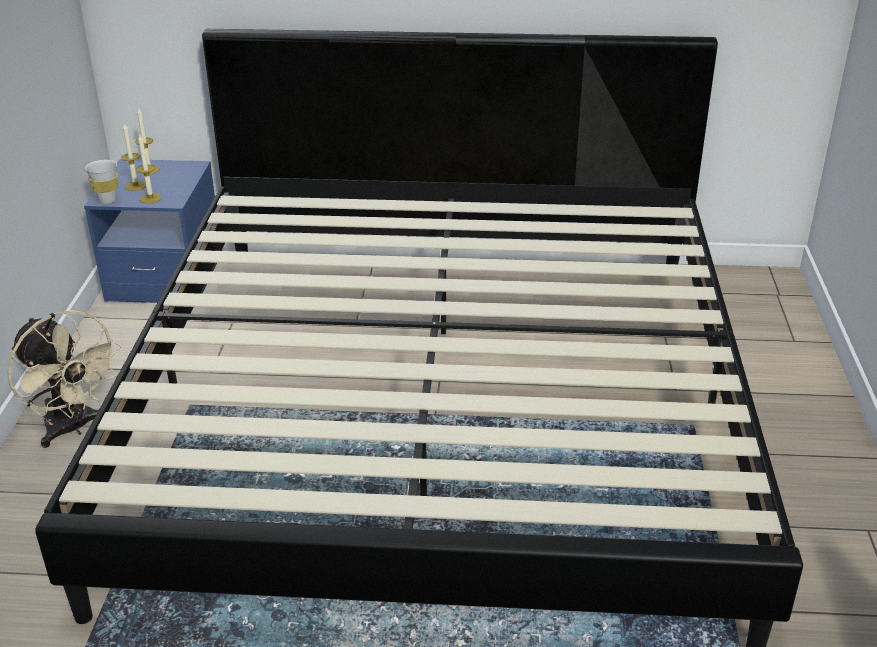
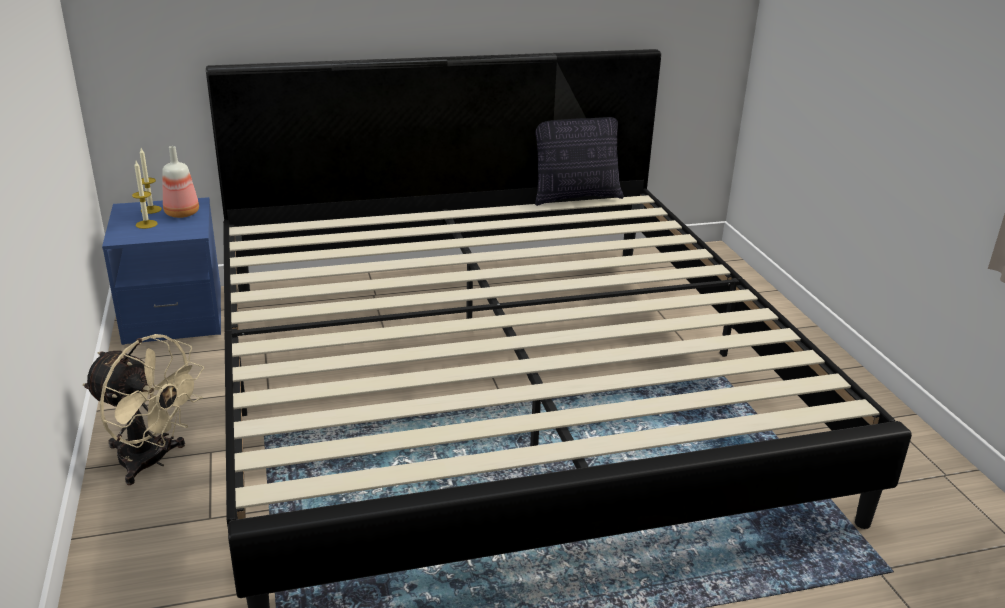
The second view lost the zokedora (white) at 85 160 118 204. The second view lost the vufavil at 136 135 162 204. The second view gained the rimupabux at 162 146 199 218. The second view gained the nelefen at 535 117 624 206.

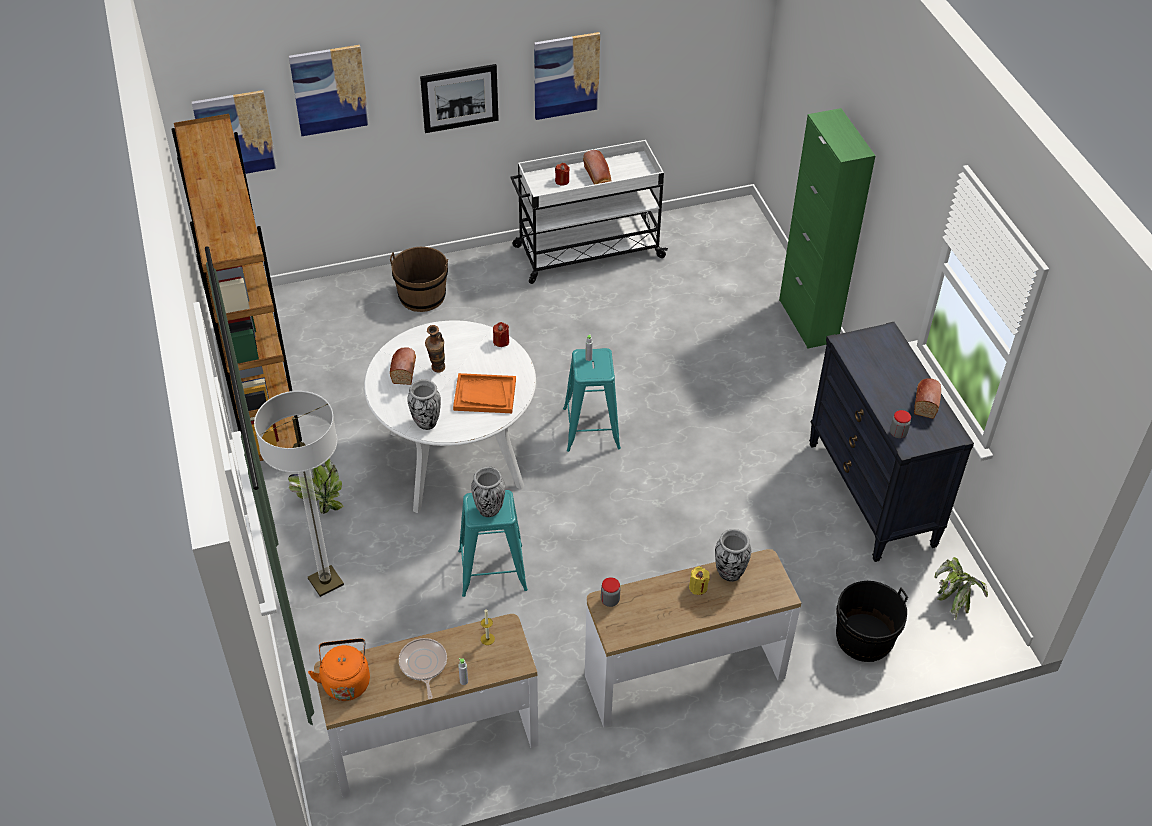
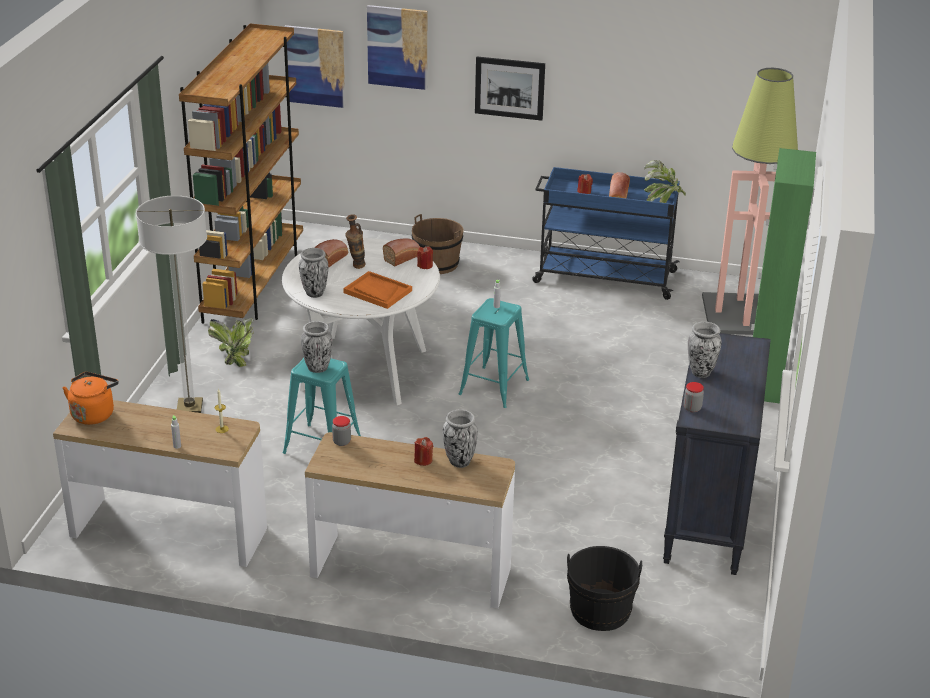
The second view lost the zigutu at 399 638 447 699. What was the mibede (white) at 511 140 668 284 turned into the mibede (blue) at 532 167 680 300. The second view lost the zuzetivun at 534 32 600 120. What was the vufavil (yellow) at 689 567 710 595 turned into the vufavil (red) at 414 437 433 466. The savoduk ended up elsewhere, having gone from 914 378 941 419 to 383 238 420 266. The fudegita ended up elsewhere, having gone from 935 557 988 620 to 644 160 686 203. The second view gained the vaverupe at 688 322 721 378. The second view gained the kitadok at 702 68 798 335.

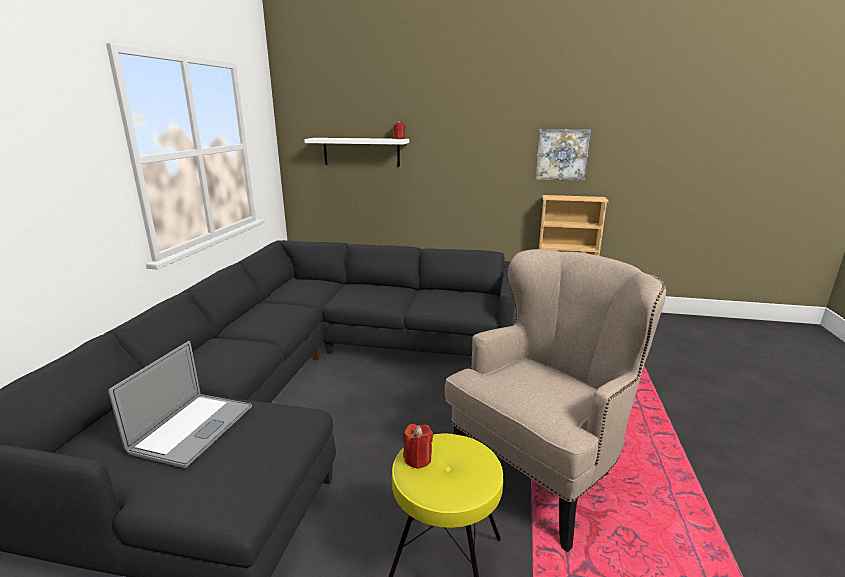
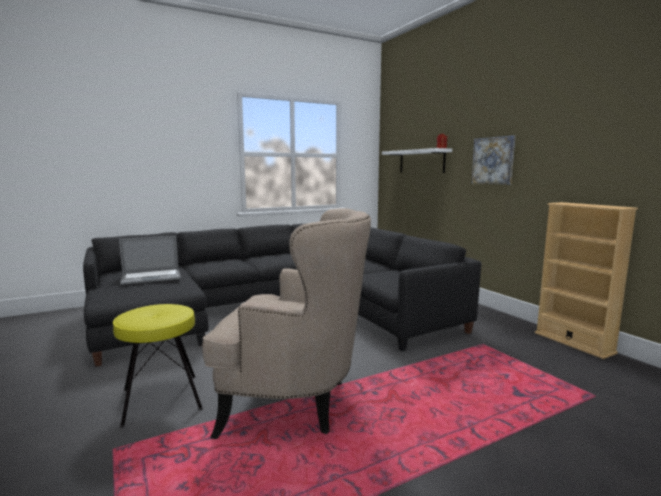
The second view lost the vufavil (red) at 403 424 433 469. The zuzetivun ended up elsewhere, having gone from 535 129 591 181 to 472 135 515 185.

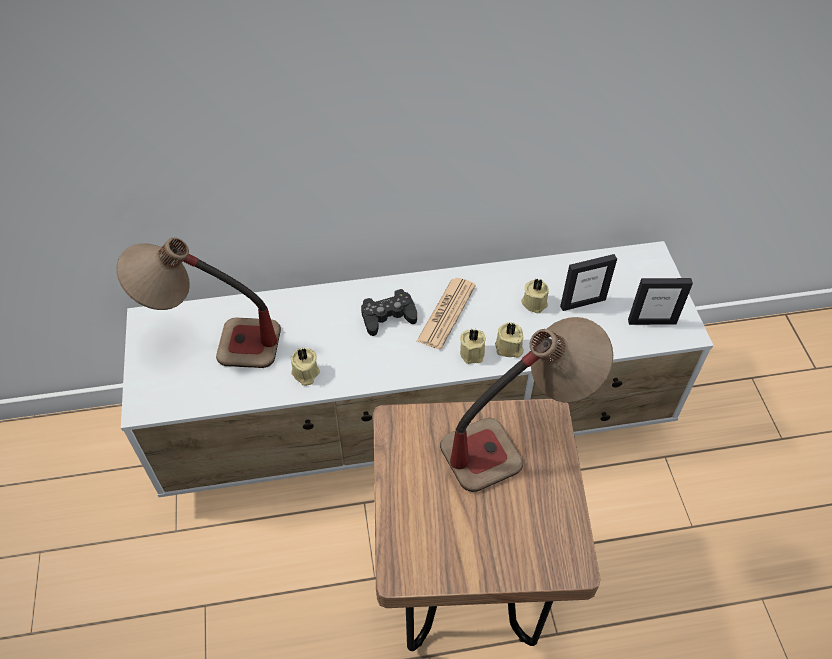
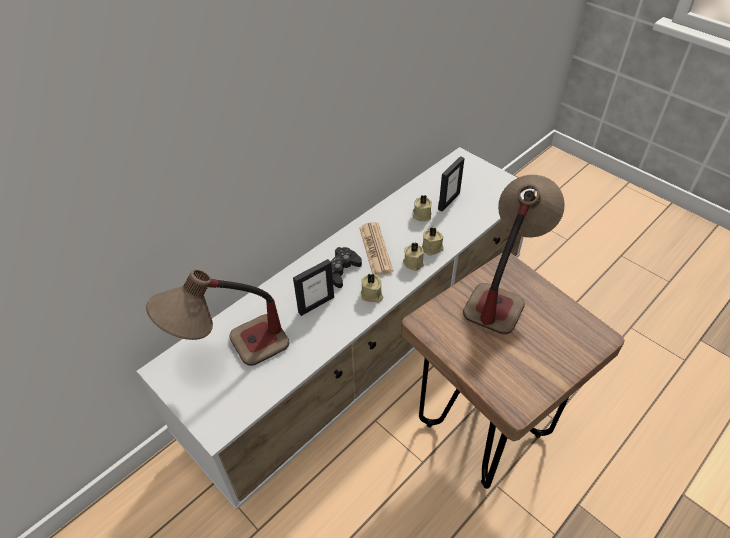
The vufavil (beige) ended up elsewhere, having gone from 291 348 320 386 to 361 273 383 303. The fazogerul ended up elsewhere, having gone from 628 278 693 325 to 293 259 334 316.

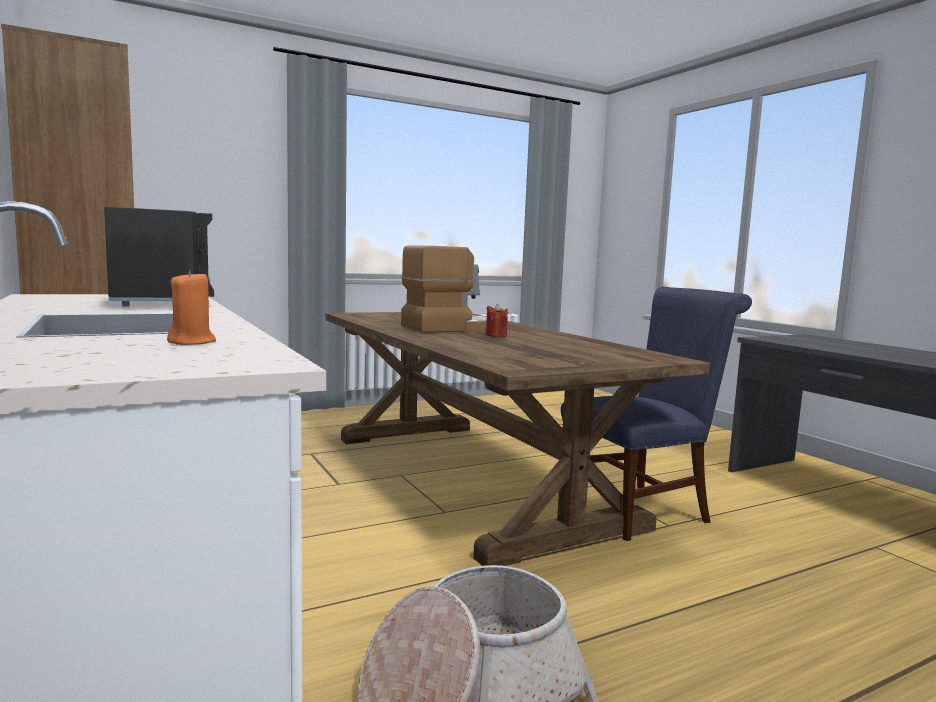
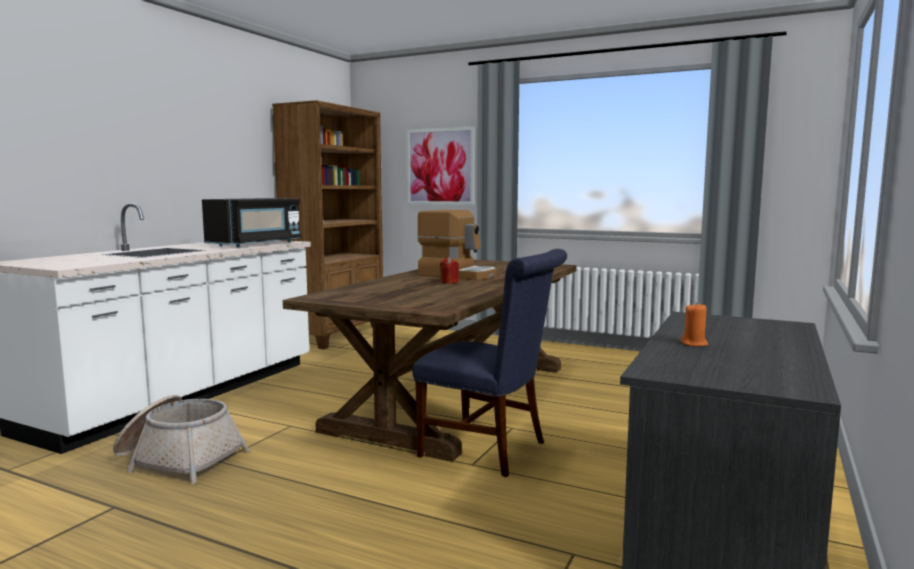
The vufavil (orange) ended up elsewhere, having gone from 167 270 216 345 to 681 302 708 346. The second view gained the zuzetivun at 406 127 475 205.

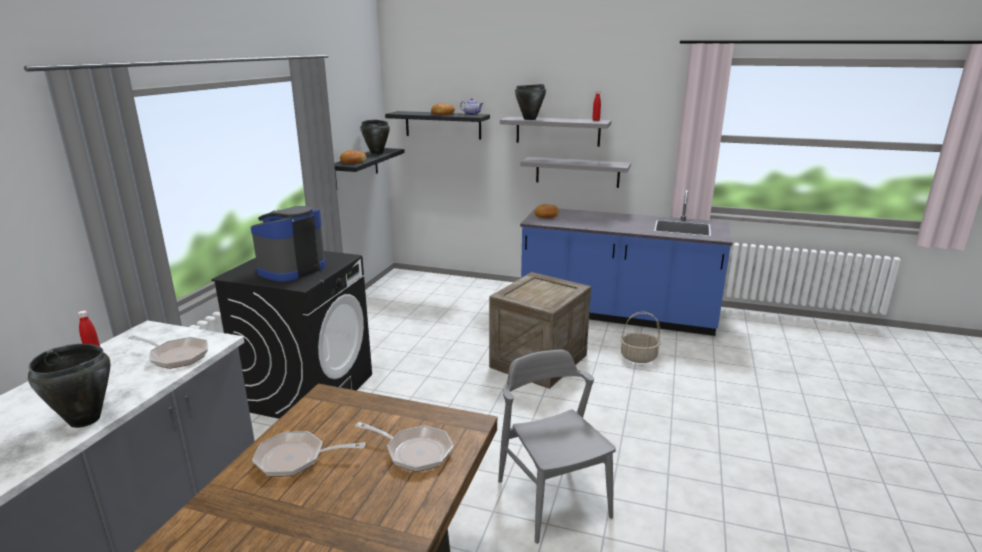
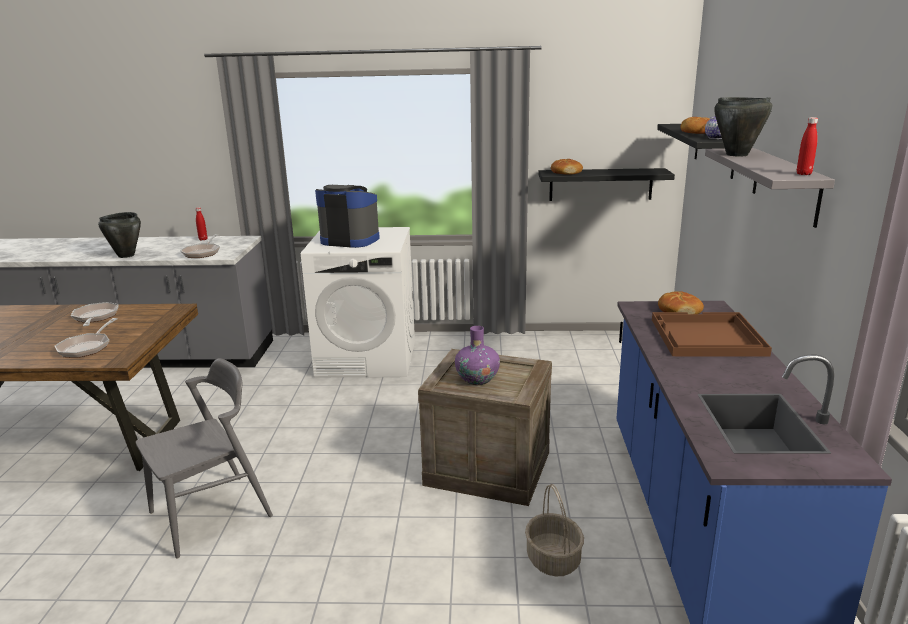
What was the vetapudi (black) at 211 251 372 419 turned into the vetapudi (white) at 301 227 415 377. The second view lost the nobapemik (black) at 360 120 390 155. The second view lost the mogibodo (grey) at 521 157 631 188. The second view gained the vaverupe (purple) at 455 326 500 385. The second view gained the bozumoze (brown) at 652 312 772 357.

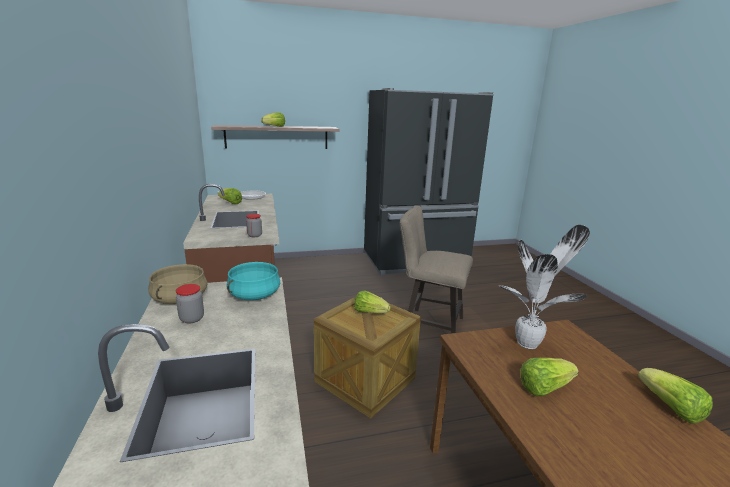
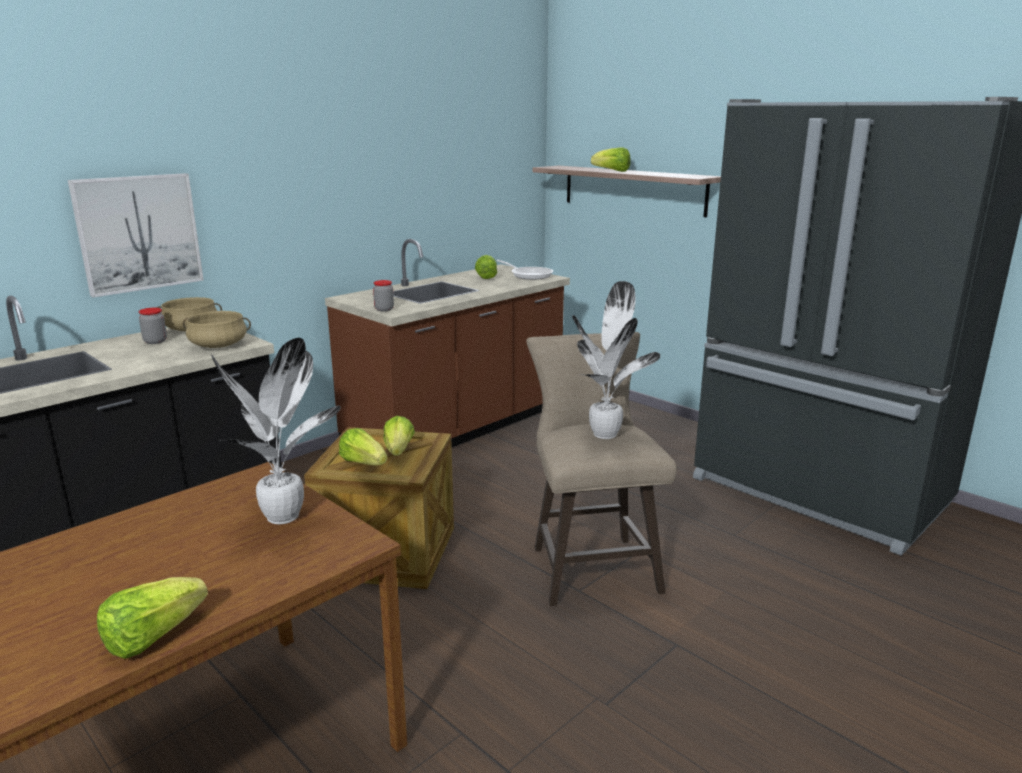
What was the nobapemik (turquoise) at 226 262 280 300 turned into the nobapemik (beige) at 183 311 251 348. The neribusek ended up elsewhere, having gone from 521 358 579 396 to 339 428 387 465. The second view gained the zuzetivun at 68 173 204 298. The second view gained the fudegita at 572 281 660 439.

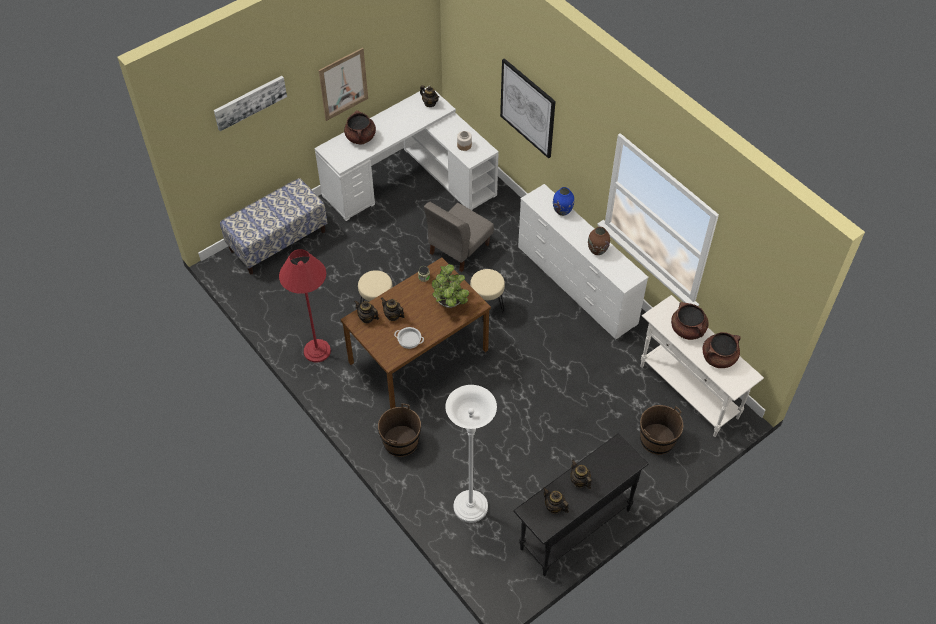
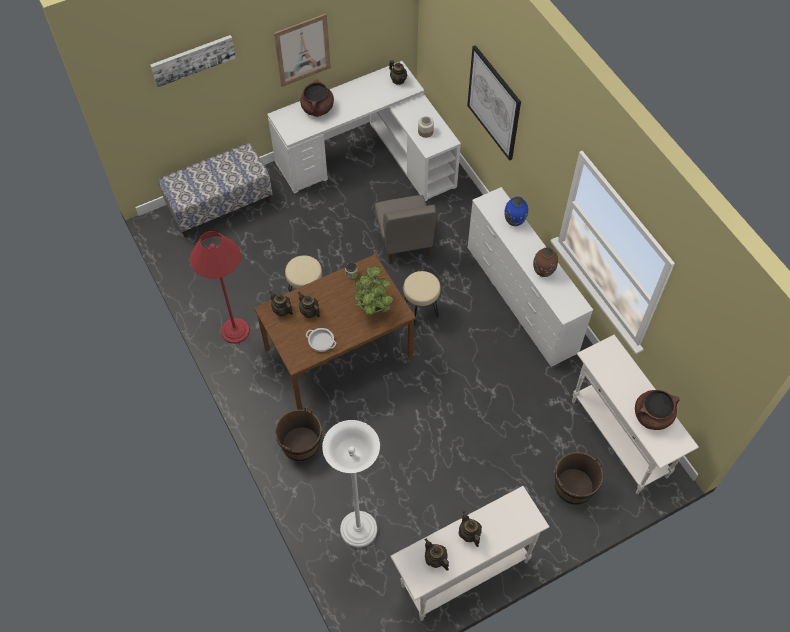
The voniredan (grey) at 424 202 494 272 ended up facing another way, 60 degrees counterclockwise from before. What was the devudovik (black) at 513 433 649 576 turned into the devudovik (white) at 390 486 550 621. The second view lost the nobapemik (brown) at 671 302 709 340.

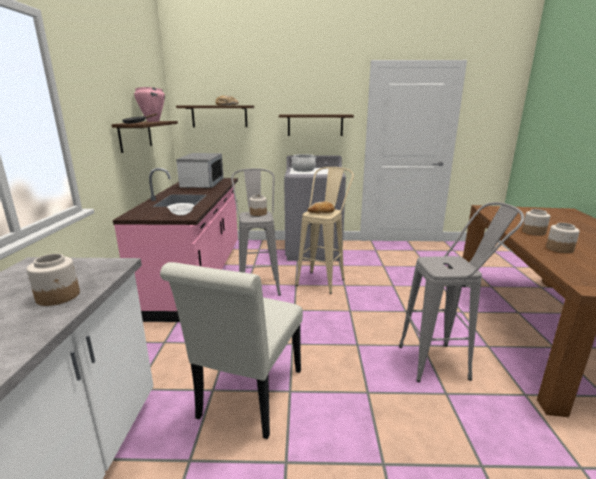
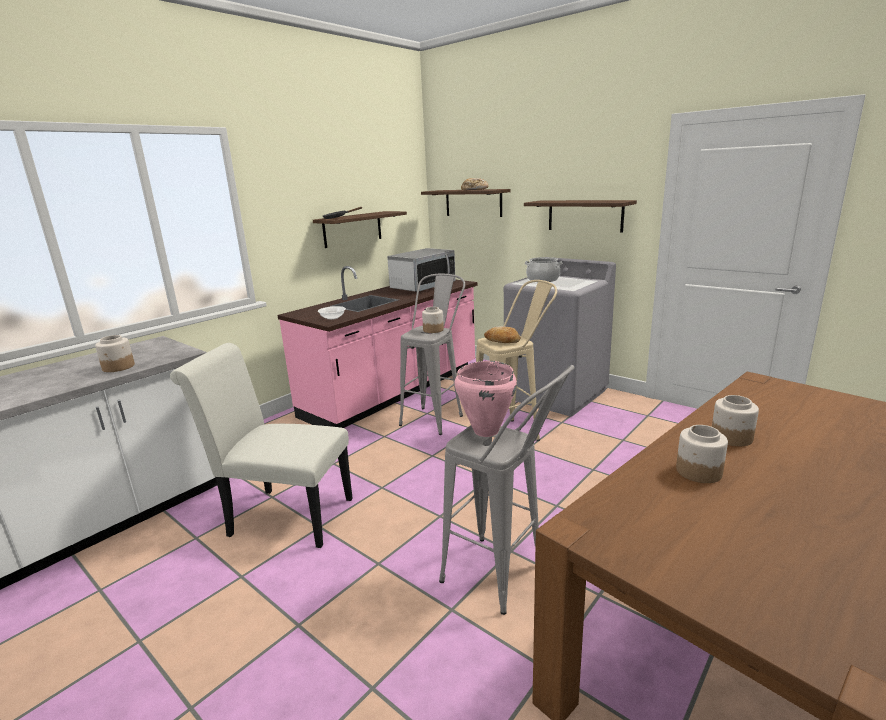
The nobapemik (pink) ended up elsewhere, having gone from 134 87 165 122 to 455 361 517 437. The voniredan (white) at 160 262 303 439 ended up facing another way, 45 degrees clockwise from before.

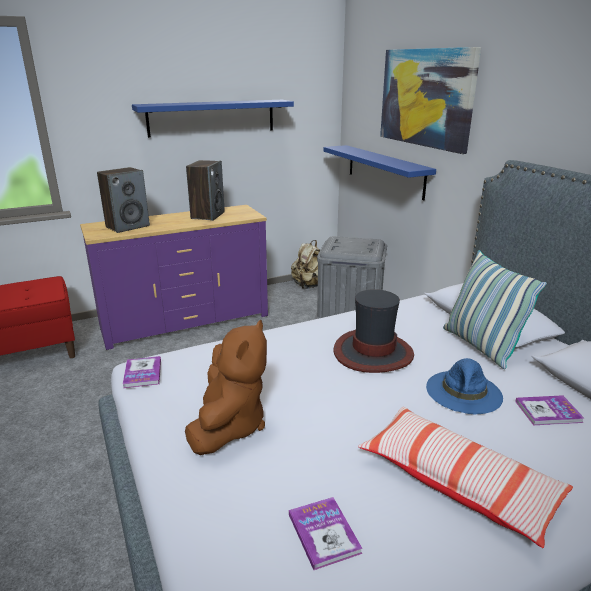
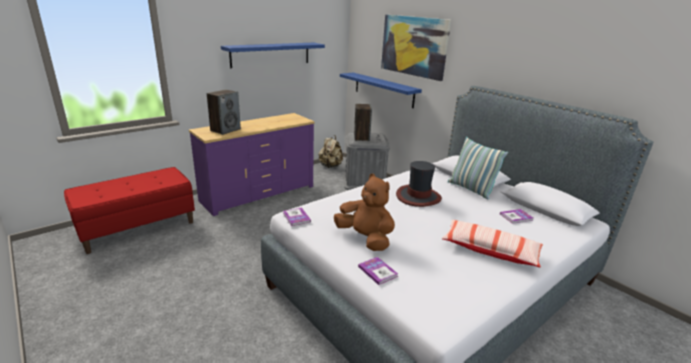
The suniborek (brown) at 185 320 267 455 ended up facing another way, 45 degrees counterclockwise from before. The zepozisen ended up elsewhere, having gone from 186 160 225 221 to 354 104 372 141. The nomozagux ended up elsewhere, having gone from 289 497 363 570 to 358 257 398 285. The second view lost the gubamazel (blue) at 426 358 503 414.

